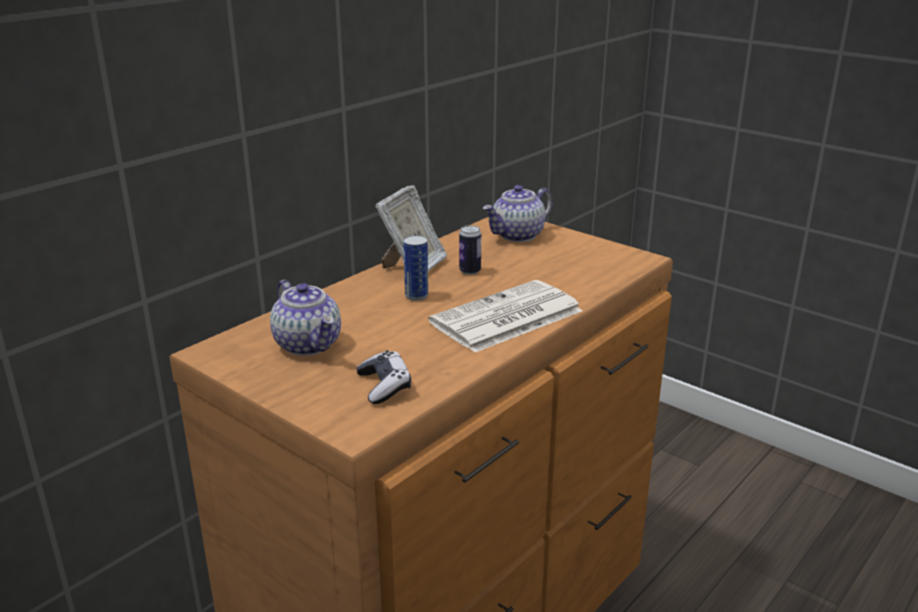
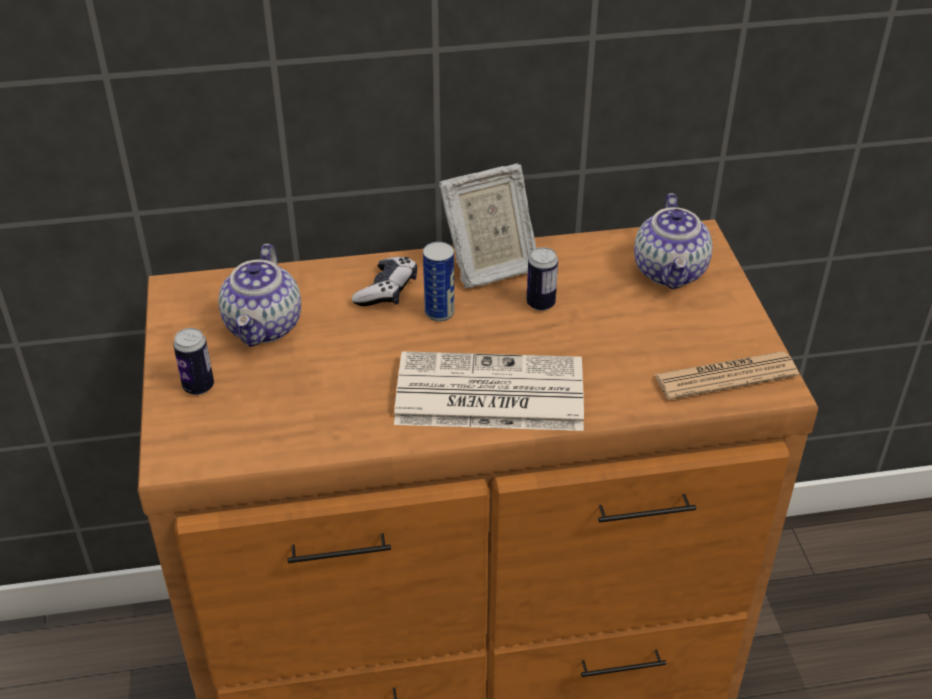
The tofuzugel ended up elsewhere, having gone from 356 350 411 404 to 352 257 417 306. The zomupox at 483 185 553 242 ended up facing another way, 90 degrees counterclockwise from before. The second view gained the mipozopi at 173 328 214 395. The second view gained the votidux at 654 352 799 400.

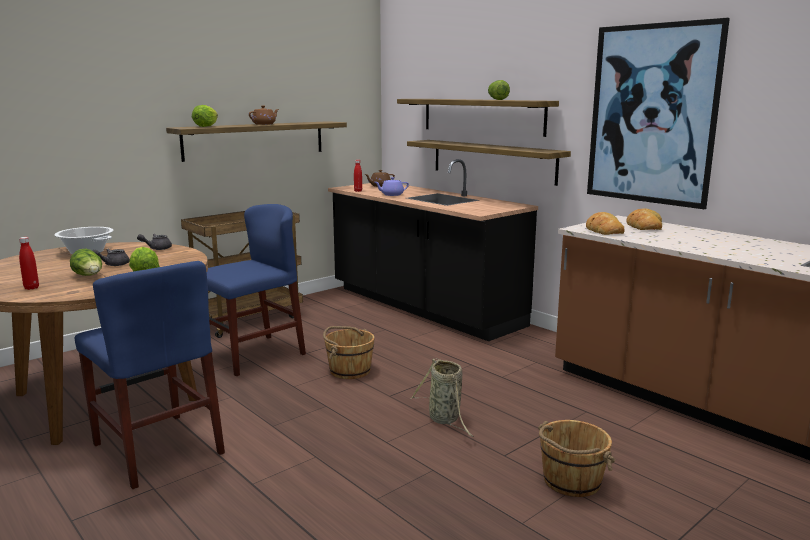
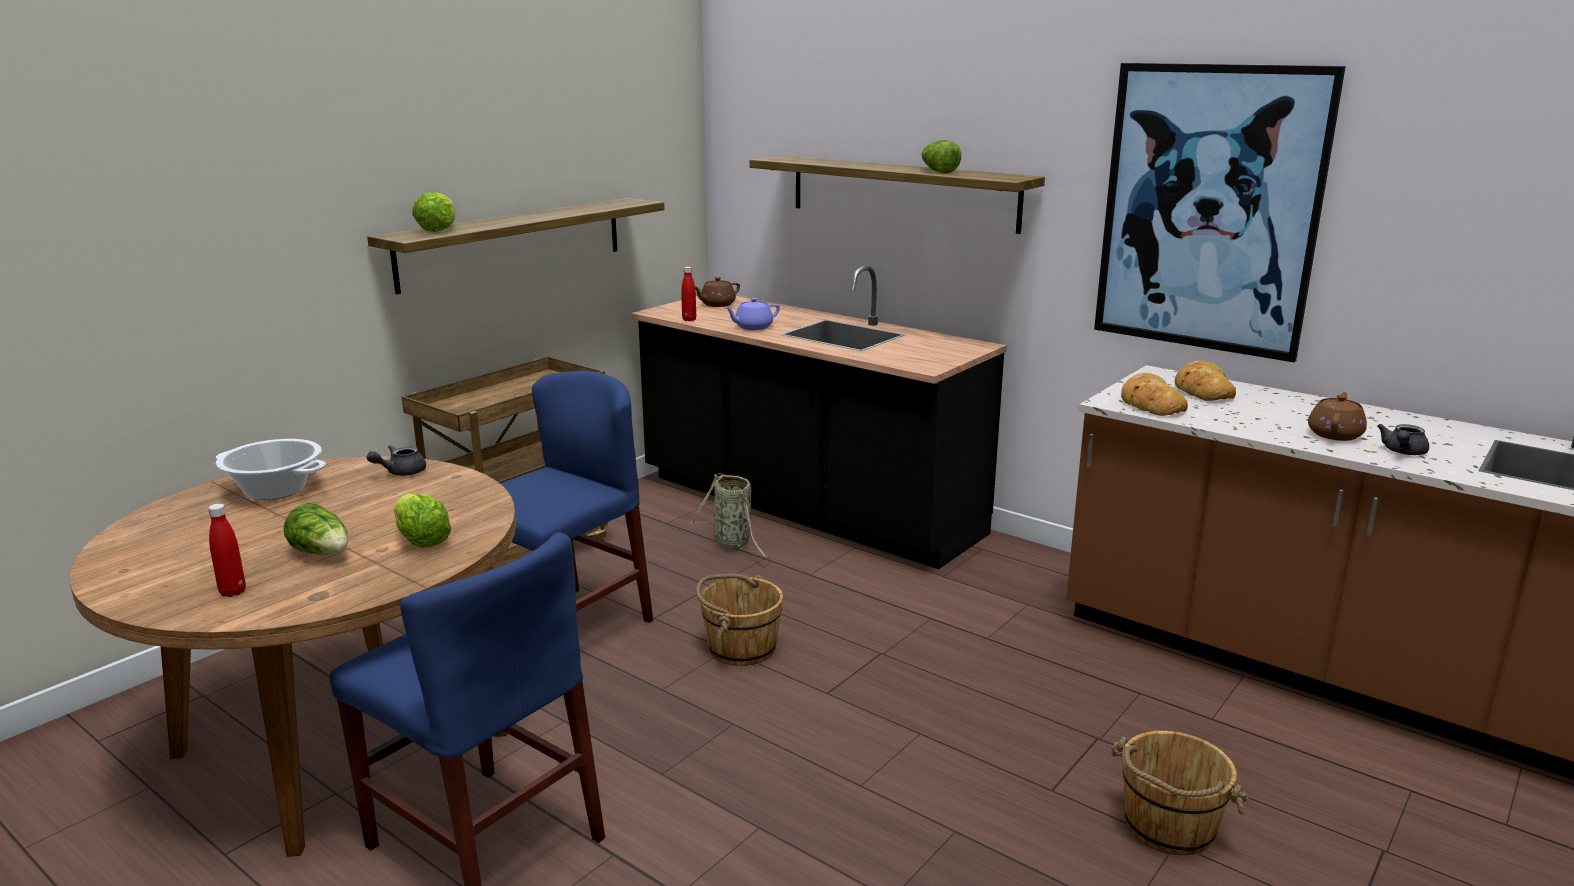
The zomupox (grey) ended up elsewhere, having gone from 93 249 130 266 to 1377 424 1429 455. The zomupox (brown) ended up elsewhere, having gone from 249 105 279 125 to 1308 392 1367 441. The second view lost the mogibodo at 407 140 571 186. The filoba ended up elsewhere, having gone from 411 358 475 437 to 690 473 769 558.

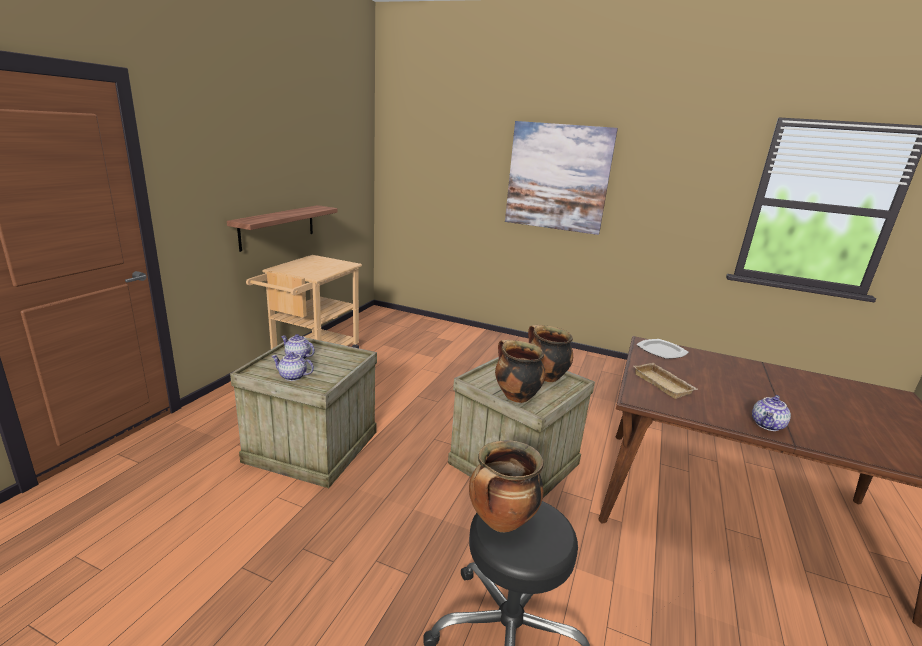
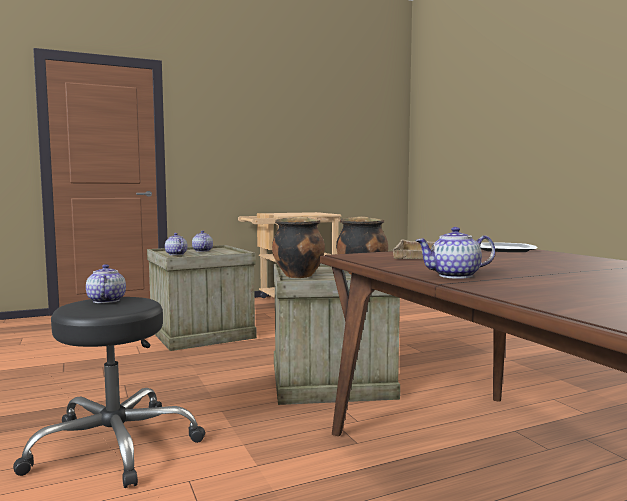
The second view lost the mogibodo at 227 205 338 252. Where the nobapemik stood at 469 440 544 533, the zomupox came to stand at 86 264 126 303. The second view lost the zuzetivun at 505 121 618 235.

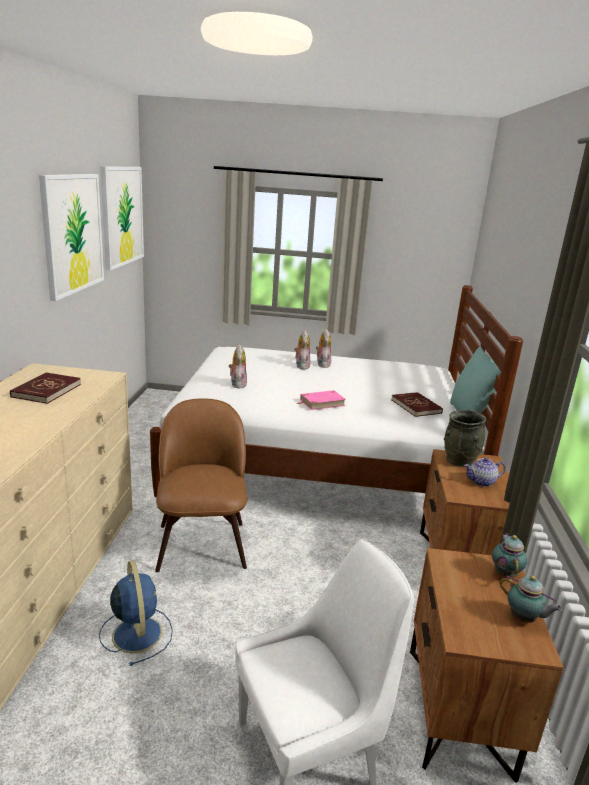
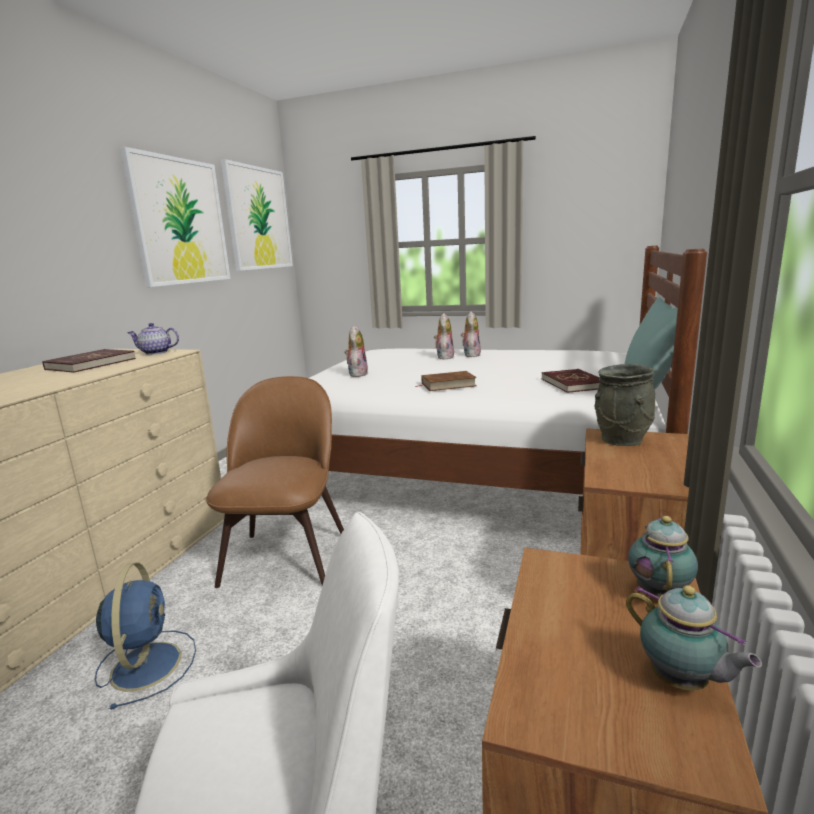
What was the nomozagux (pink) at 297 390 346 410 turned into the nomozagux (brown) at 415 371 477 391. The zomupox ended up elsewhere, having gone from 464 458 505 487 to 127 323 179 355.

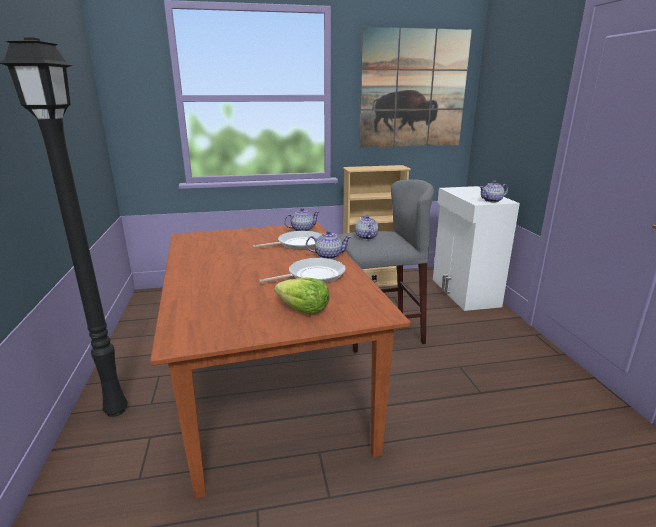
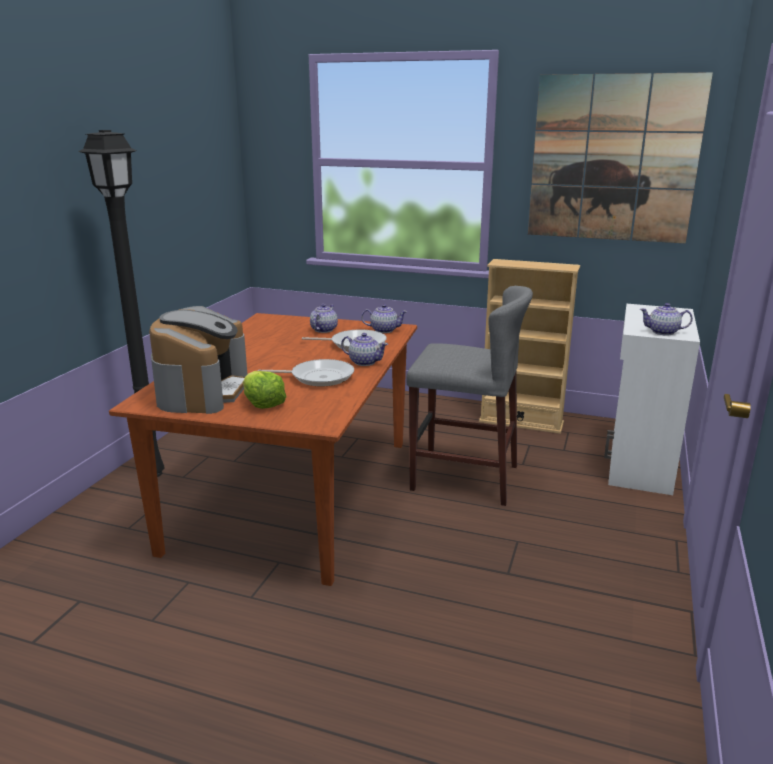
The zomupox ended up elsewhere, having gone from 355 215 379 240 to 310 304 338 333. The second view gained the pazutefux at 149 306 247 414.

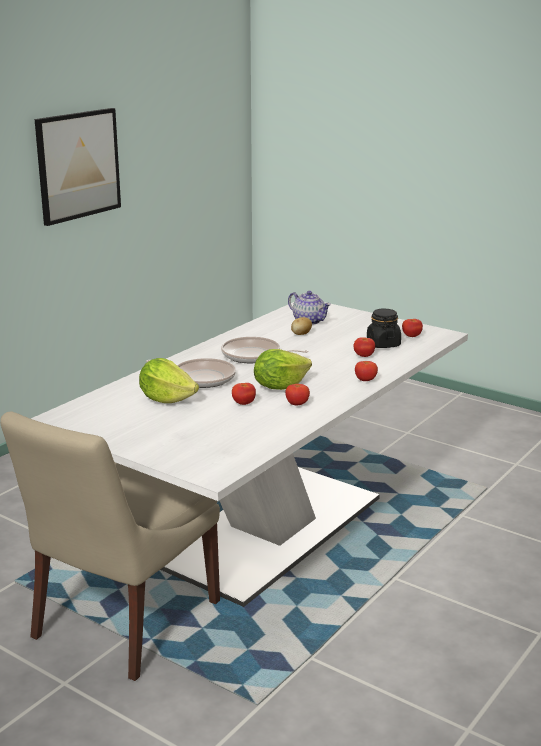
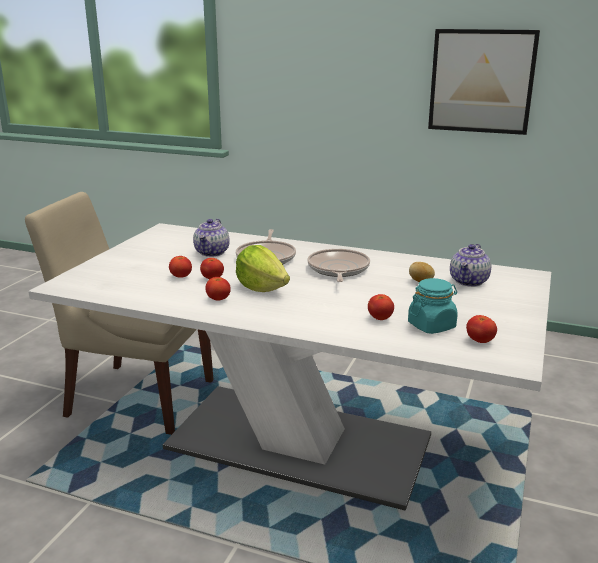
Where the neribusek stood at 139 358 199 403, the zomupox came to stand at 193 219 230 257. The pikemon ended up elsewhere, having gone from 355 361 378 381 to 169 256 192 278. What was the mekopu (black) at 367 309 401 348 turned into the mekopu (turquoise) at 408 278 458 334.

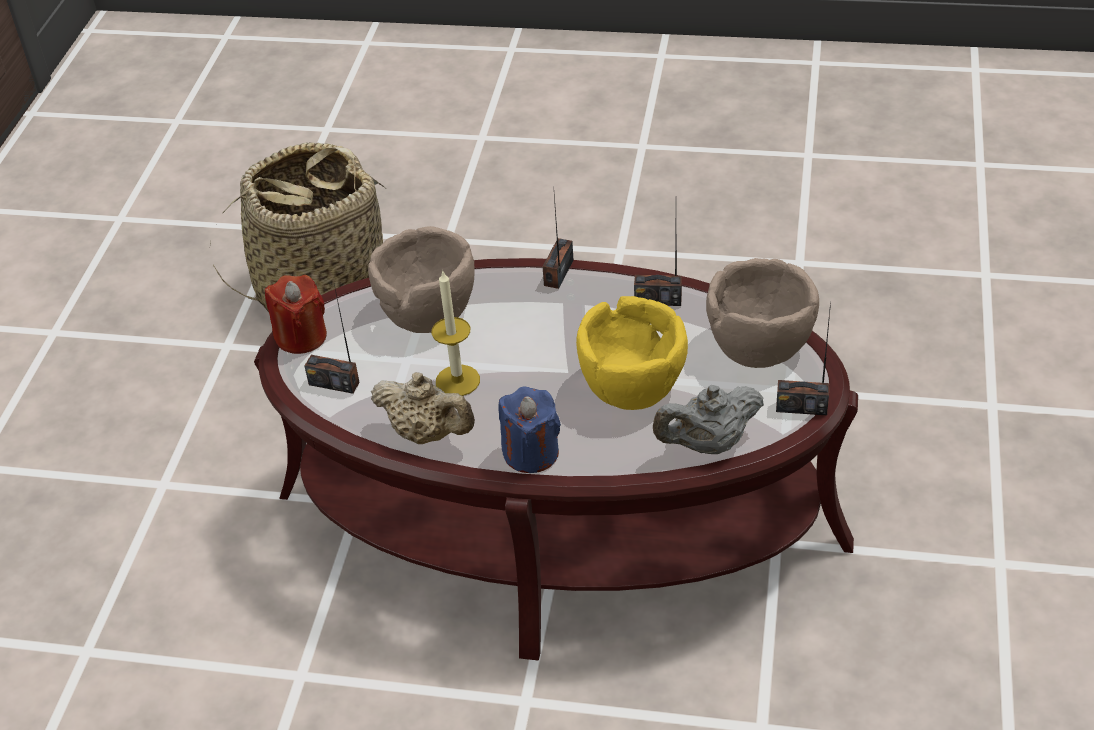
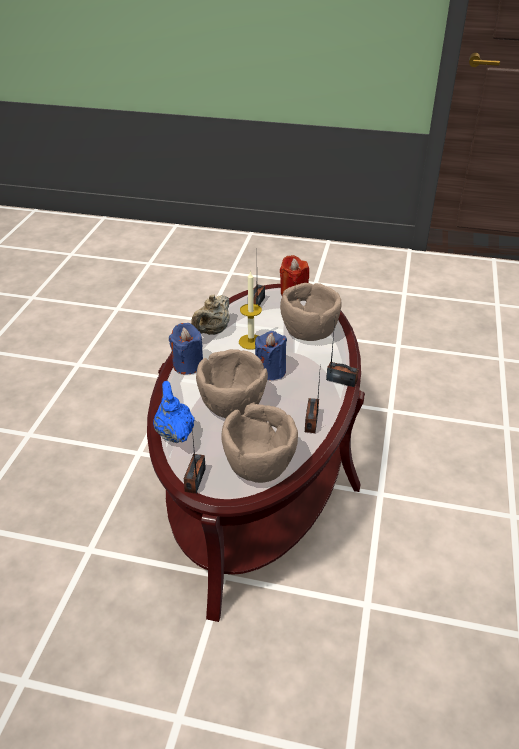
The second view lost the filoba at 210 142 385 312. What was the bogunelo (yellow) at 576 296 688 410 turned into the bogunelo (brown) at 196 349 268 418. What was the zomupox (grey) at 653 385 764 454 turned into the zomupox (blue) at 153 381 195 443. The second view gained the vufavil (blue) at 255 331 287 380.

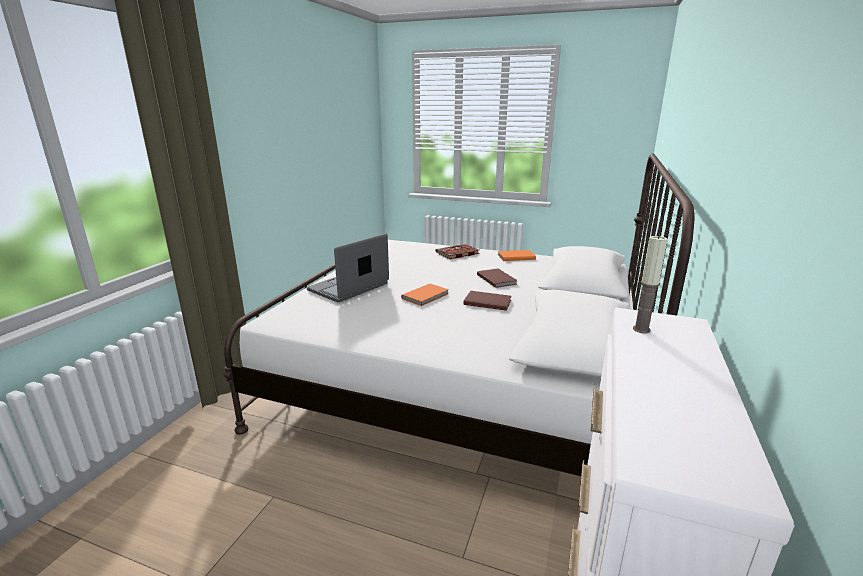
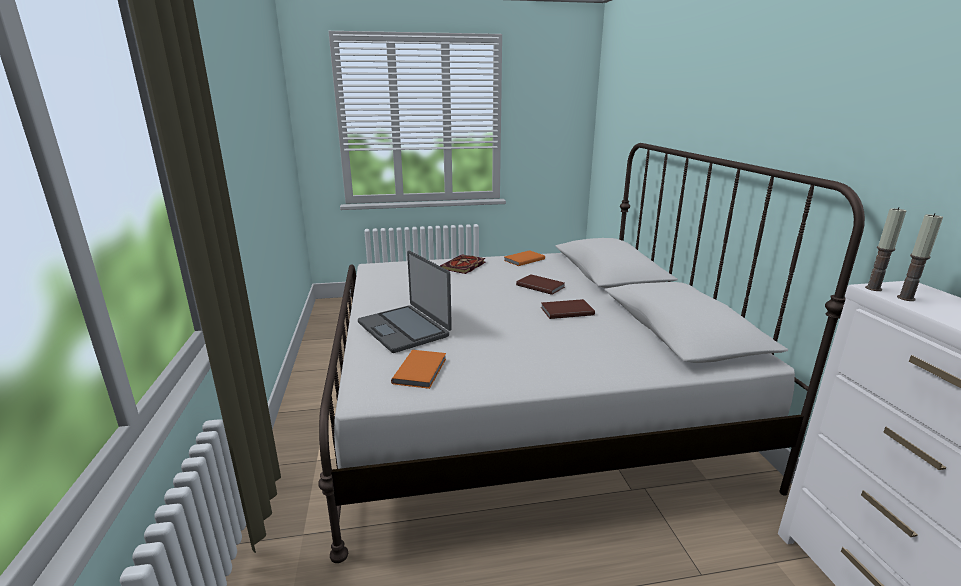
The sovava at 307 234 389 303 ended up facing another way, 45 degrees counterclockwise from before. The nomozagux (orange) ended up elsewhere, having gone from 401 284 449 306 to 391 350 446 389. The second view gained the vufavil at 865 207 906 291.

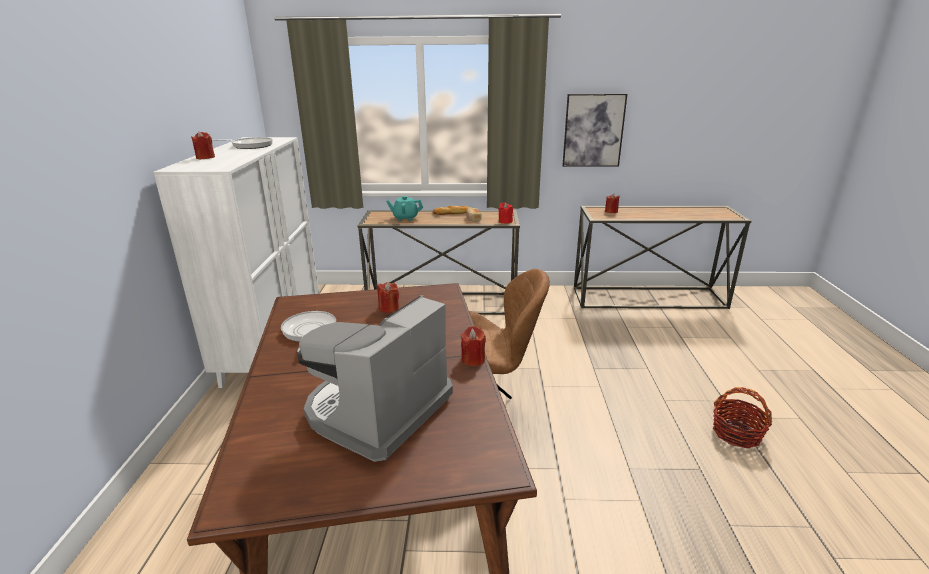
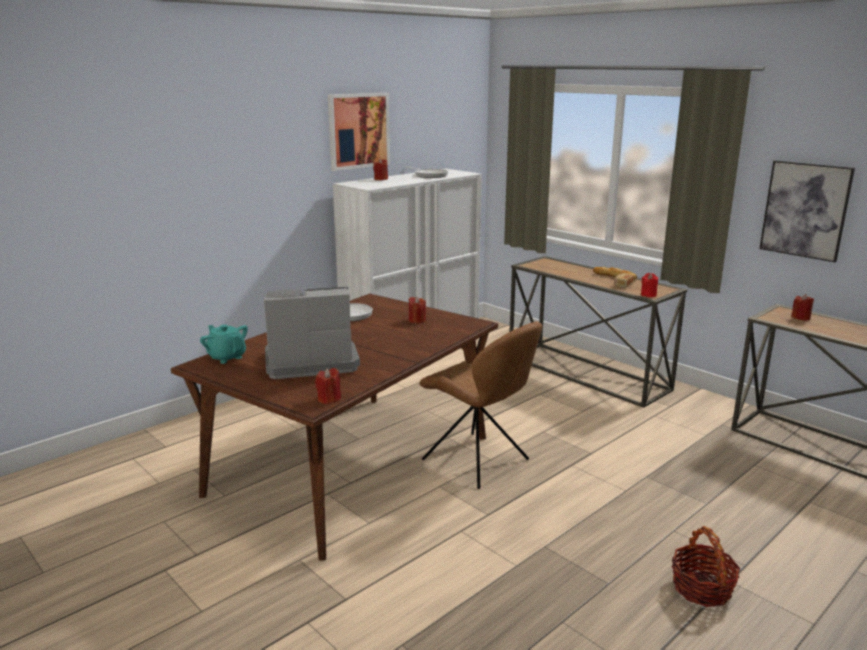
The zomupox (turquoise) ended up elsewhere, having gone from 386 196 423 221 to 200 325 248 364. The vufavil (red) ended up elsewhere, having gone from 461 326 486 366 to 315 368 341 404. The second view gained the zuzetivun at 328 93 390 171.

